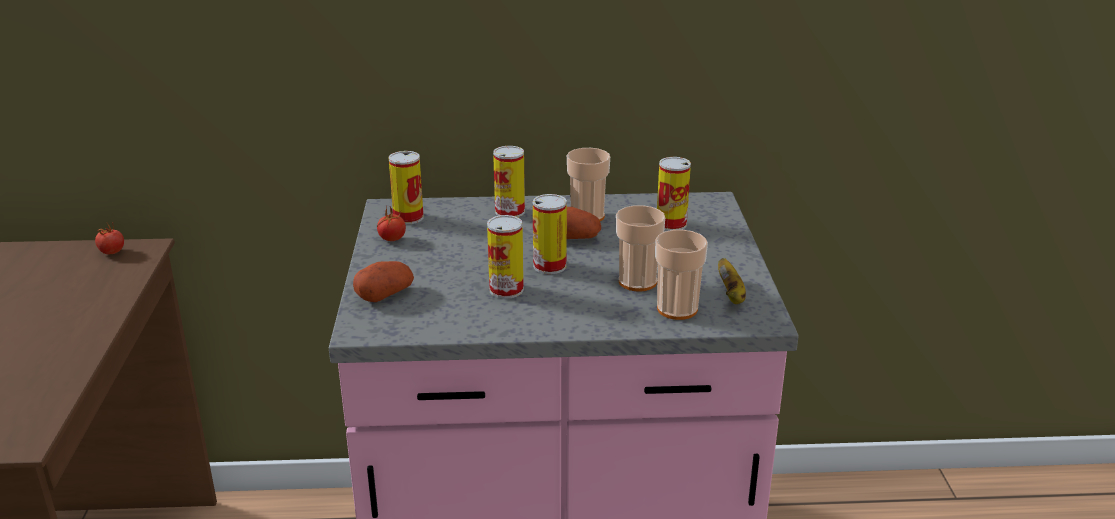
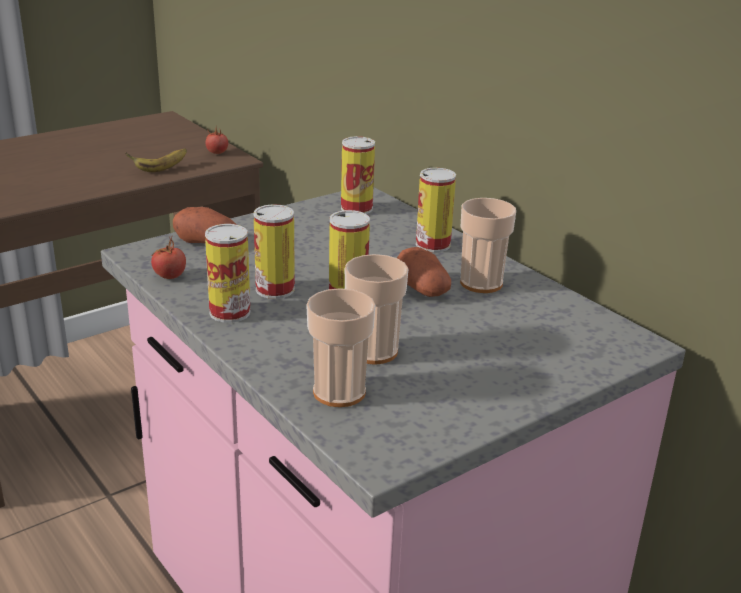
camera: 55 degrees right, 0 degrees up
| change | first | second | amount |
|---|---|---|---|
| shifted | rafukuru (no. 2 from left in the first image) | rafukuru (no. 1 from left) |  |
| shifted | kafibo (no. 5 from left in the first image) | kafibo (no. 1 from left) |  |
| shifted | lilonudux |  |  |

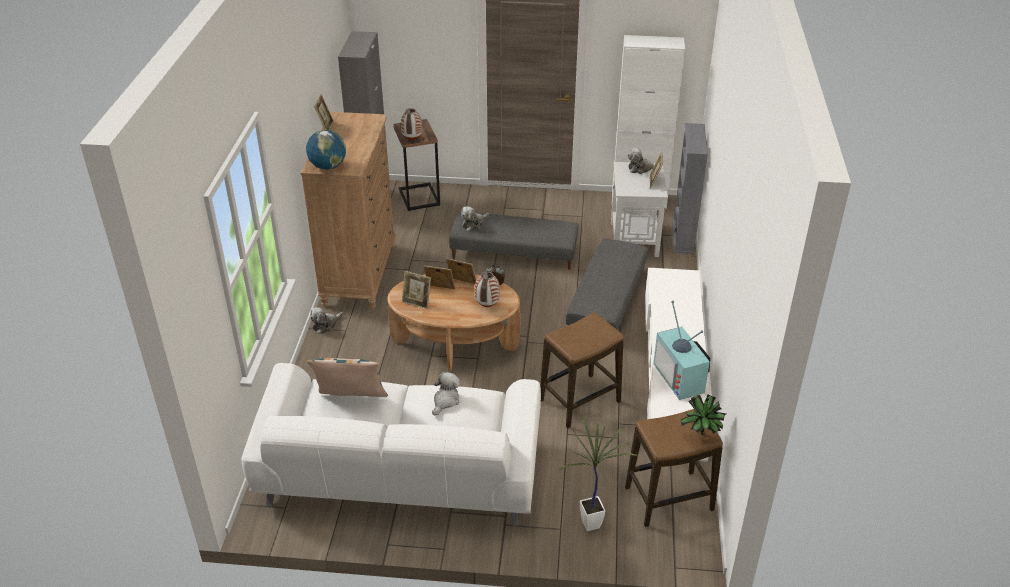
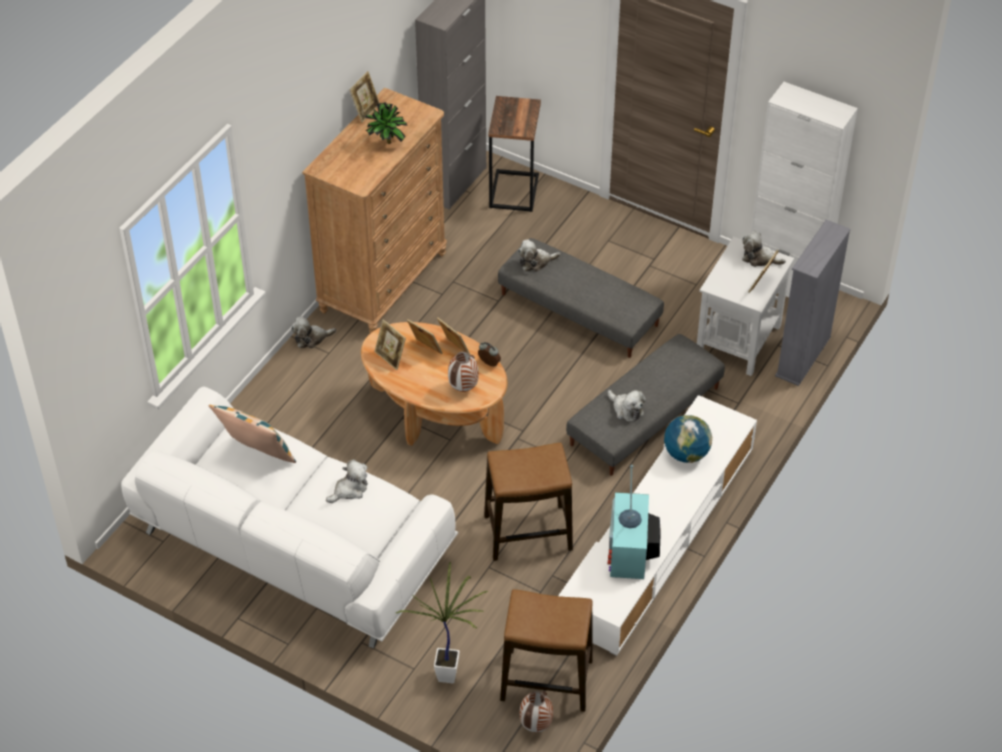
camera: 25 degrees right, 10 degrees up
| change | first | second | amount |
|---|---|---|---|
| shifted | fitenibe |  |  |
| shifted | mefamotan (no. 1 from left in the first image) | mefamotan (no. 2 from left) |  |
| shifted | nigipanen (no. 2 from left in the first image) | nigipanen (no. 1 from left) |  |
| new |  | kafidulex (no. 4 from left) |  |

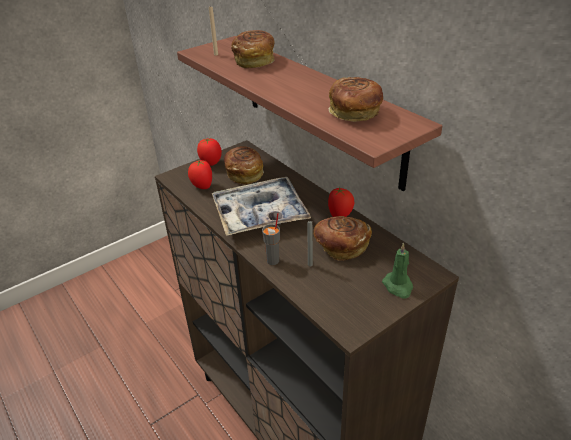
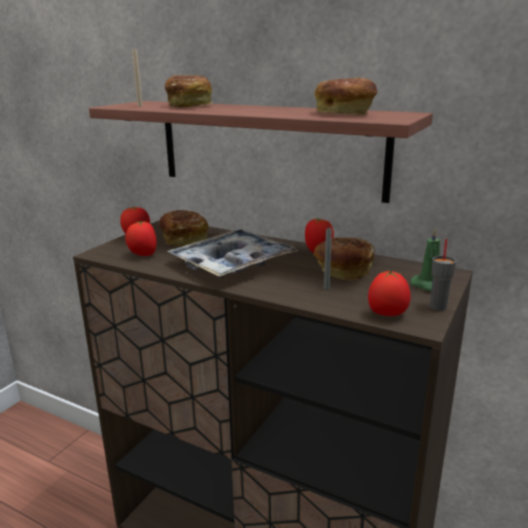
camera: 25 degrees left, 15 degrees down
| change | first | second | amount |
|---|---|---|---|
| shifted | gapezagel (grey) |  |  |
| new |  | rafukuru (no. 4 from left) |  |

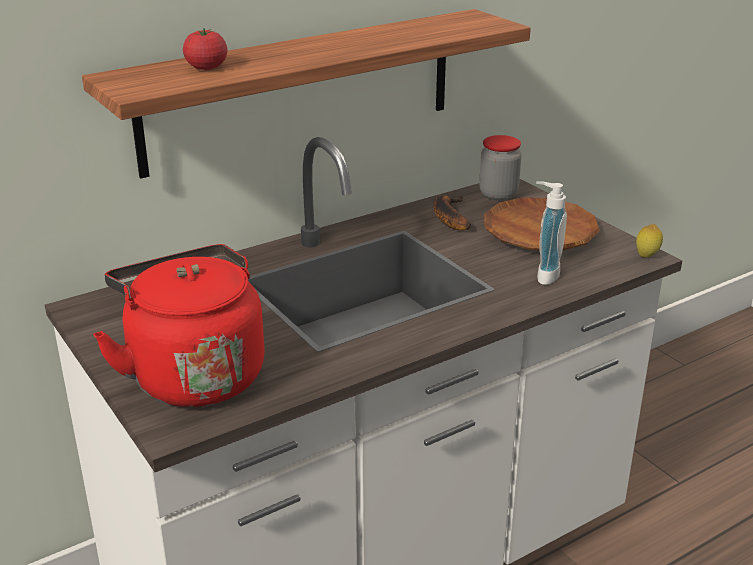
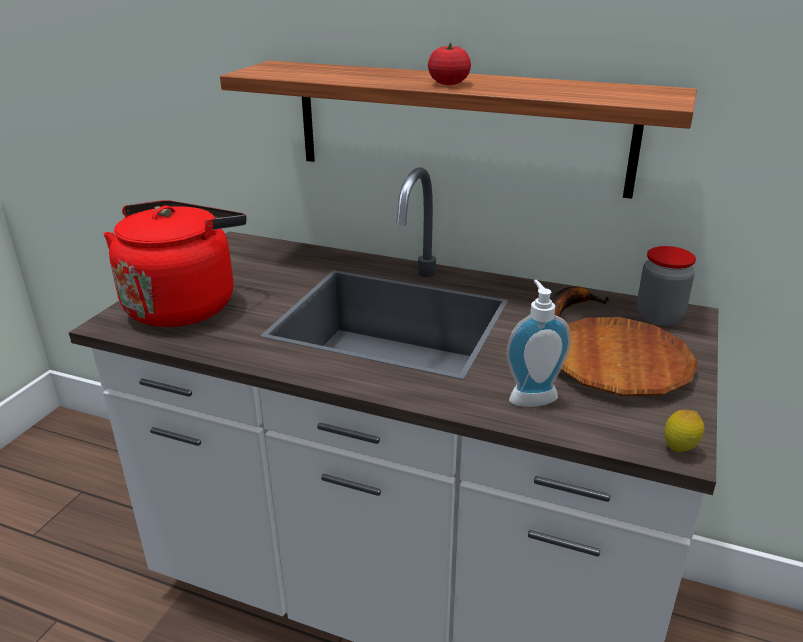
camera: 55 degrees right, 0 degrees up
| change | first | second | amount |
|---|---|---|---|
| shifted | rafukuru |  |  |

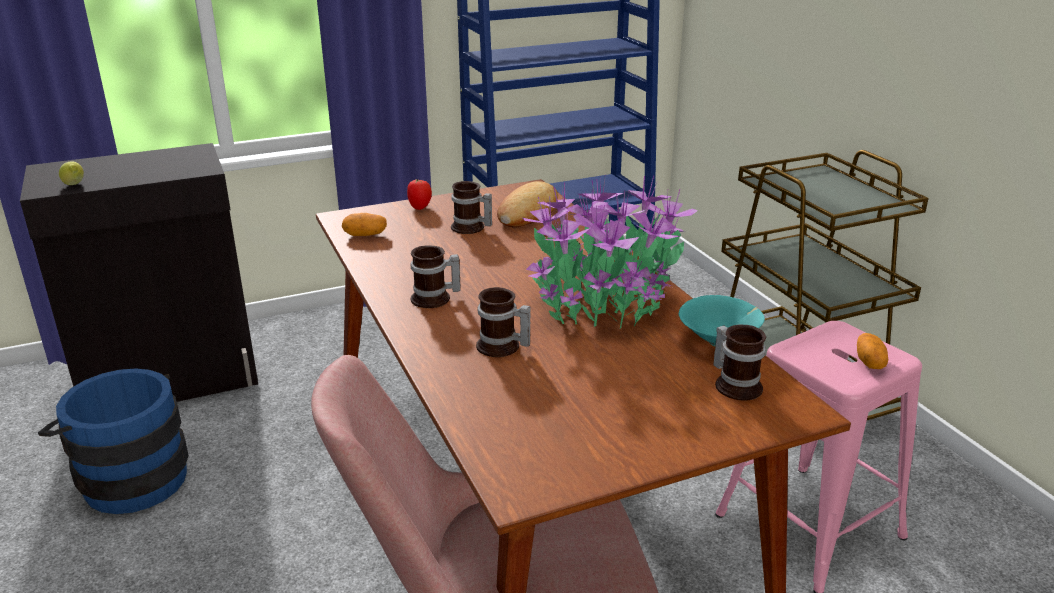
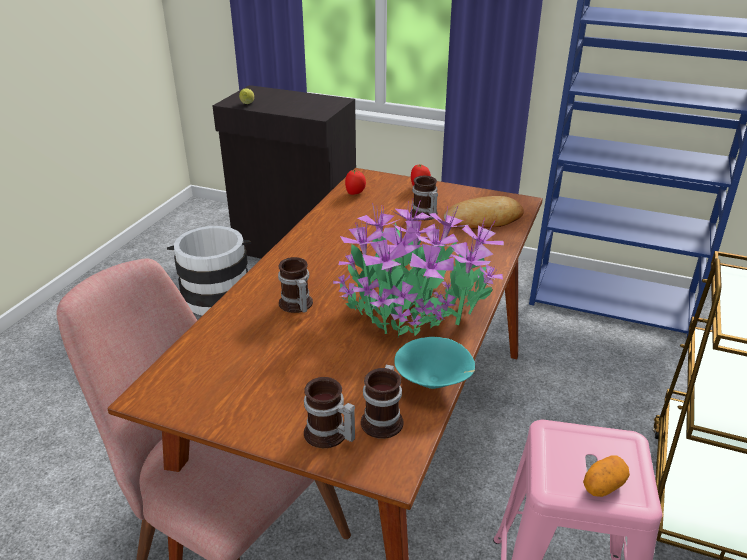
camera: 45 degrees right, 5 degrees up
| change | first | second | amount |
|---|---|---|---|
| repainted | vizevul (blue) | vizevul (white) |  |
| swapped | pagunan (no. 1 from left) | rafukuru (no. 1 from left) |  |
| shifted | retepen (no. 1 from left in the first image) | retepen (no. 2 from left) |  |

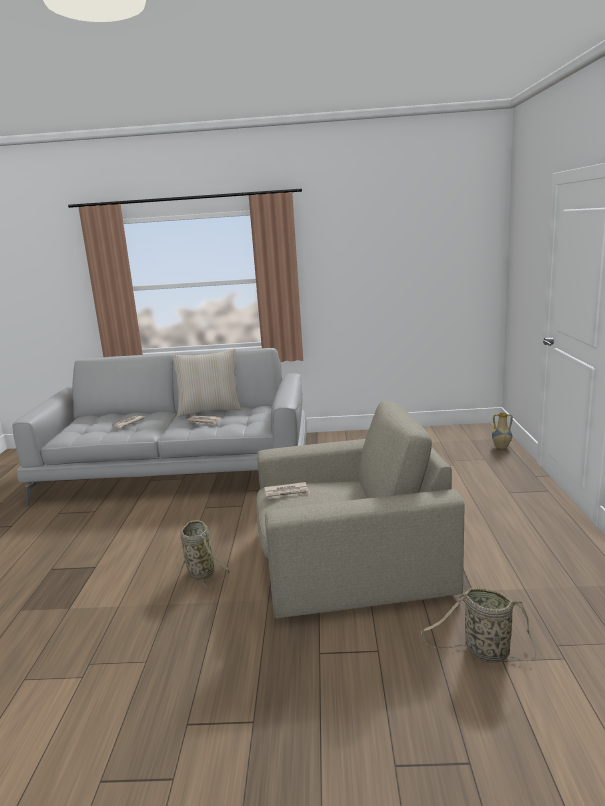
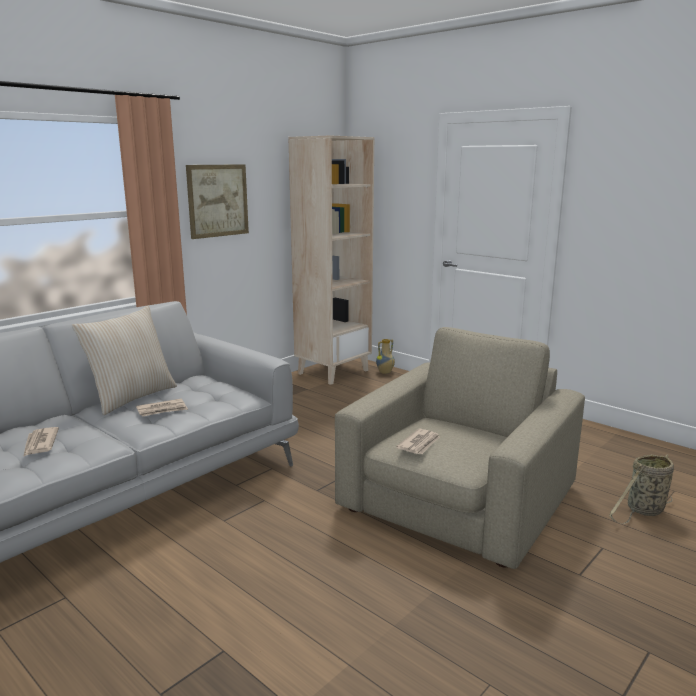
camera: 50 degrees left, 0 degrees up
| change | first | second | amount |
|---|---|---|---|
| gone | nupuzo (no. 1 from left) |  |  |
| new |  | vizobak |  |
| new |  | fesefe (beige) |  |

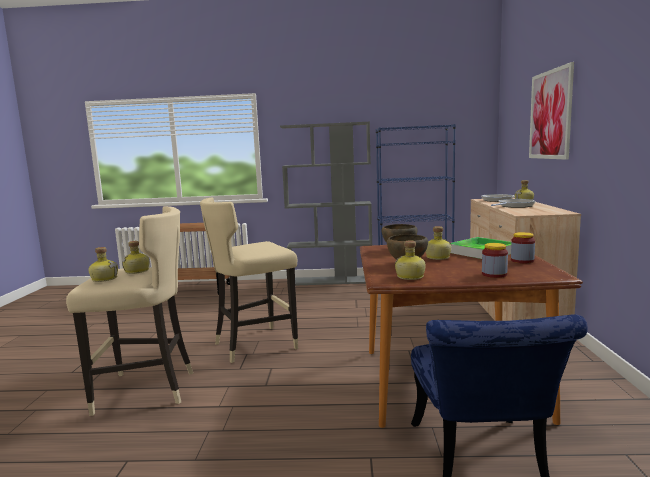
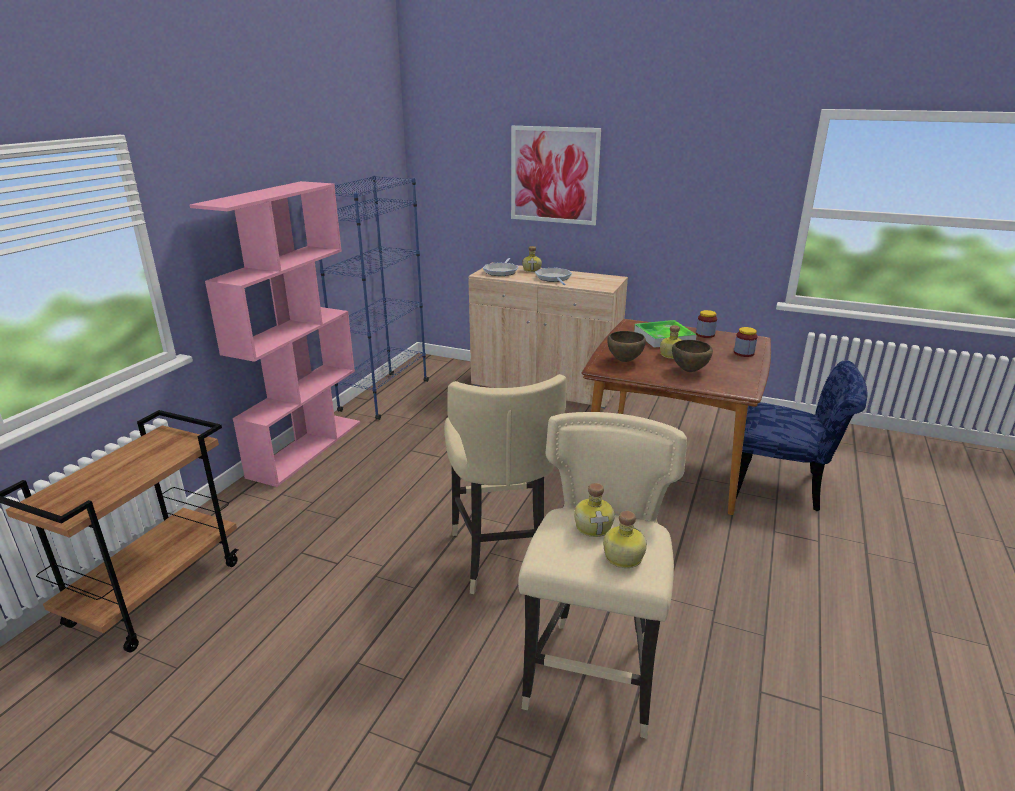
camera: 70 degrees left, 15 degrees up
| change | first | second | amount |
|---|---|---|---|
| repainted | fesefe (grey) | fesefe (pink) |  |
| gone | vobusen (no. 3 from left) |  |  |

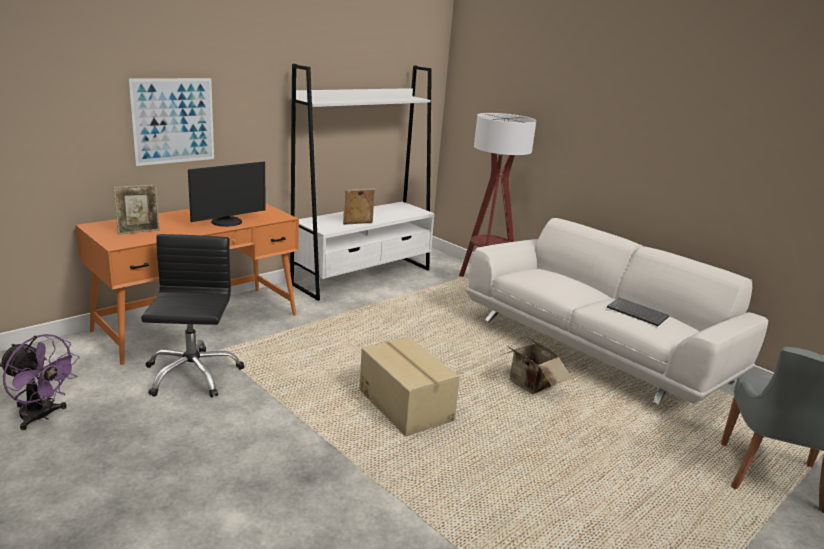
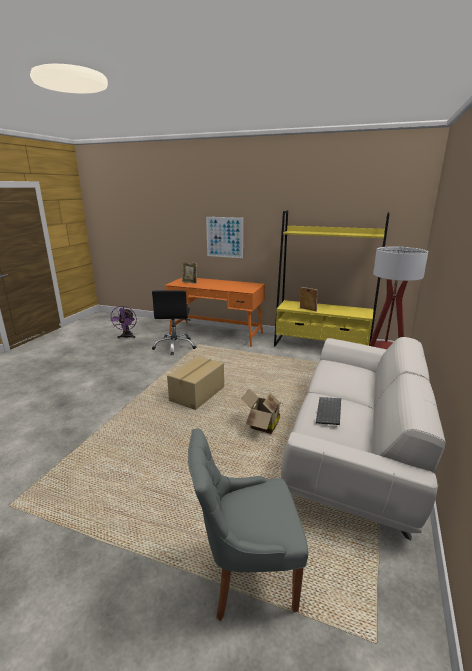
camera: 65 degrees right, 0 degrees up
| change | first | second | amount |
|---|---|---|---|
| rotated | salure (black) |  | 120 degrees clockwise |
| gone | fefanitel |  |  |
| repainted | fesefe (white) | fesefe (yellow) |  |

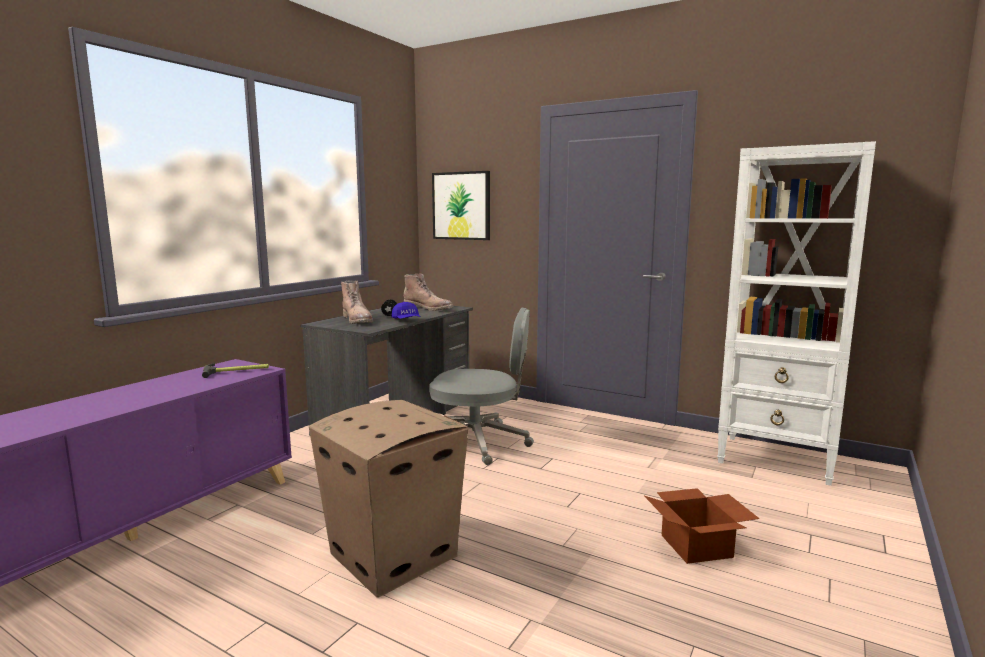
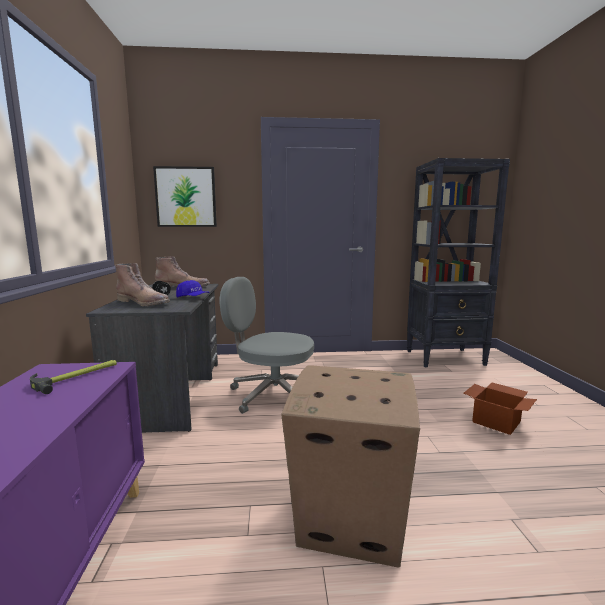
camera: 35 degrees left, 0 degrees up
| change | first | second | amount |
|---|---|---|---|
| rotated | salure (grey) |  | 135 degrees counterclockwise |
| repainted | fesefe (white) | fesefe (black) |  |

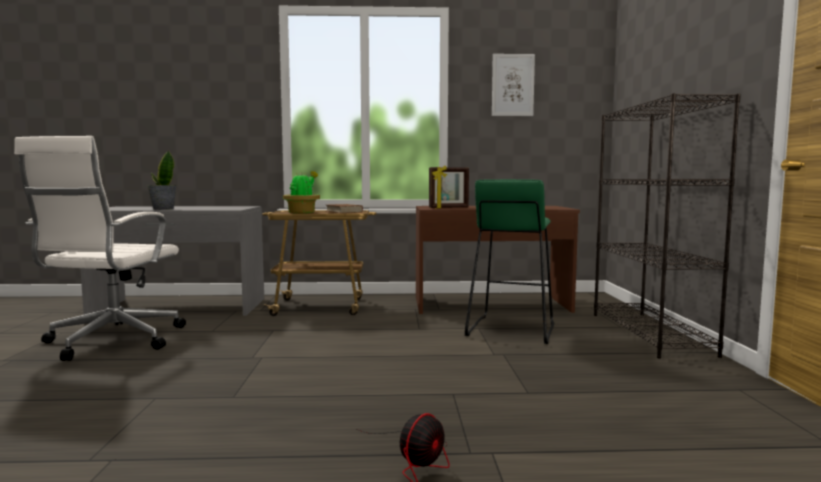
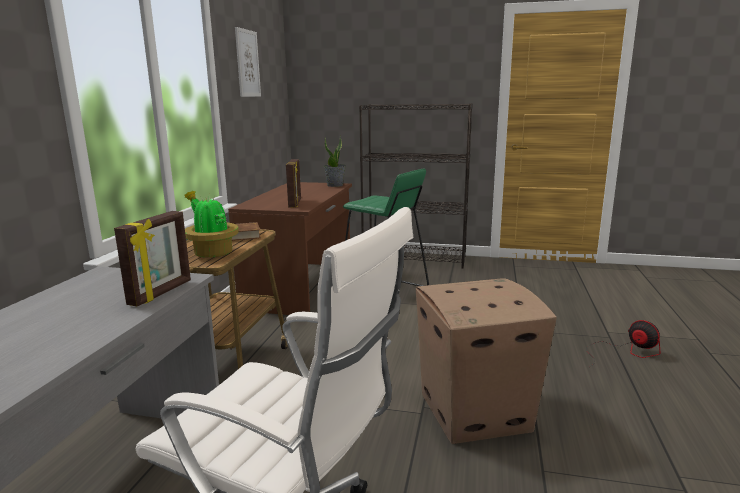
camera: 75 degrees left, 10 degrees up
| change | first | second | amount |
|---|---|---|---|
| shifted | nigipanen (no. 1 from left in the first image) | nigipanen (no. 2 from left) |  |
| new |  | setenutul (no. 1 from left) |  |
| new |  | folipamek |  |

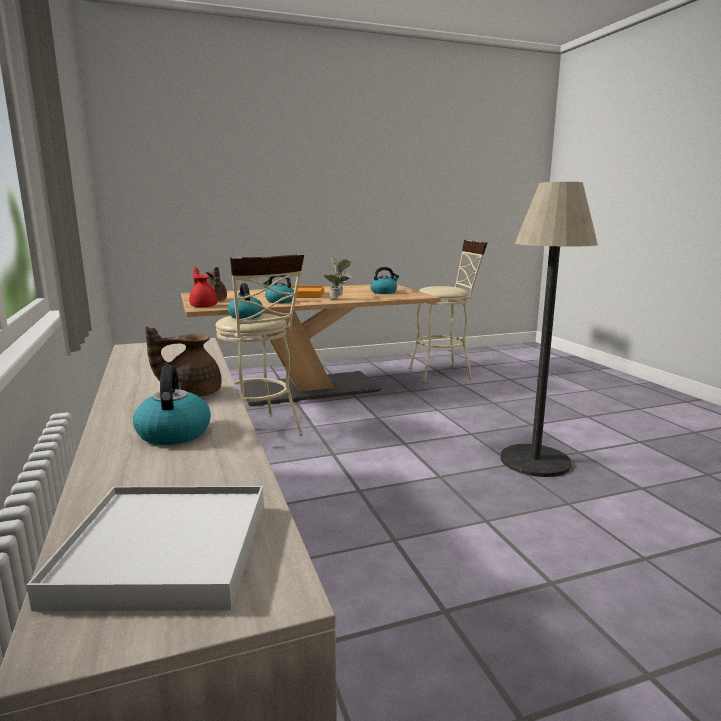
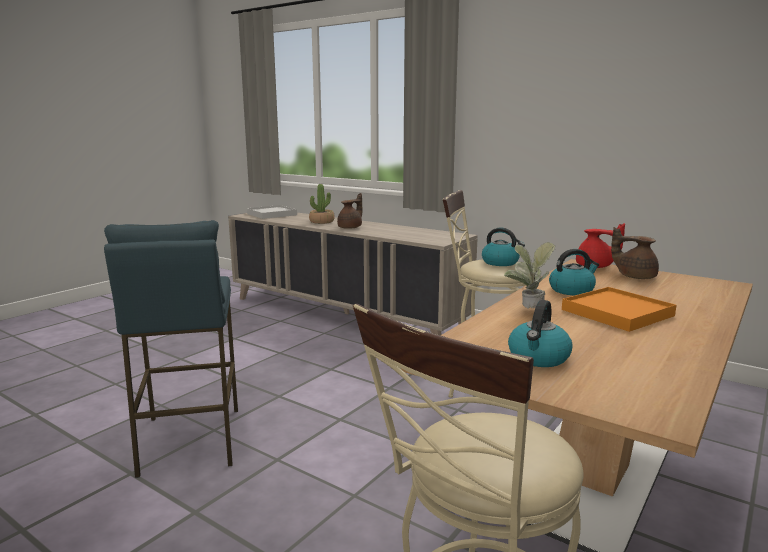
camera: 145 degrees right, 0 degrees up
| change | first | second | amount |
|---|---|---|---|
| swapped | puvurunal (no. 1 from left) | nigipanen (no. 1 from left) |  |
| swapped | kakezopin | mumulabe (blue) |  |

